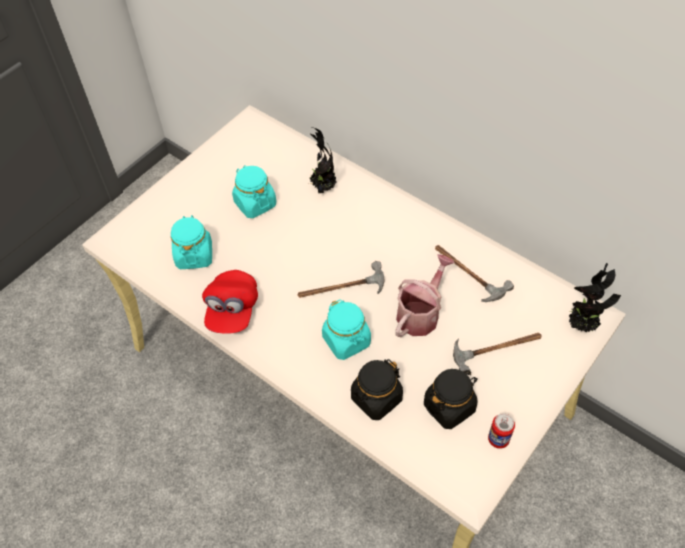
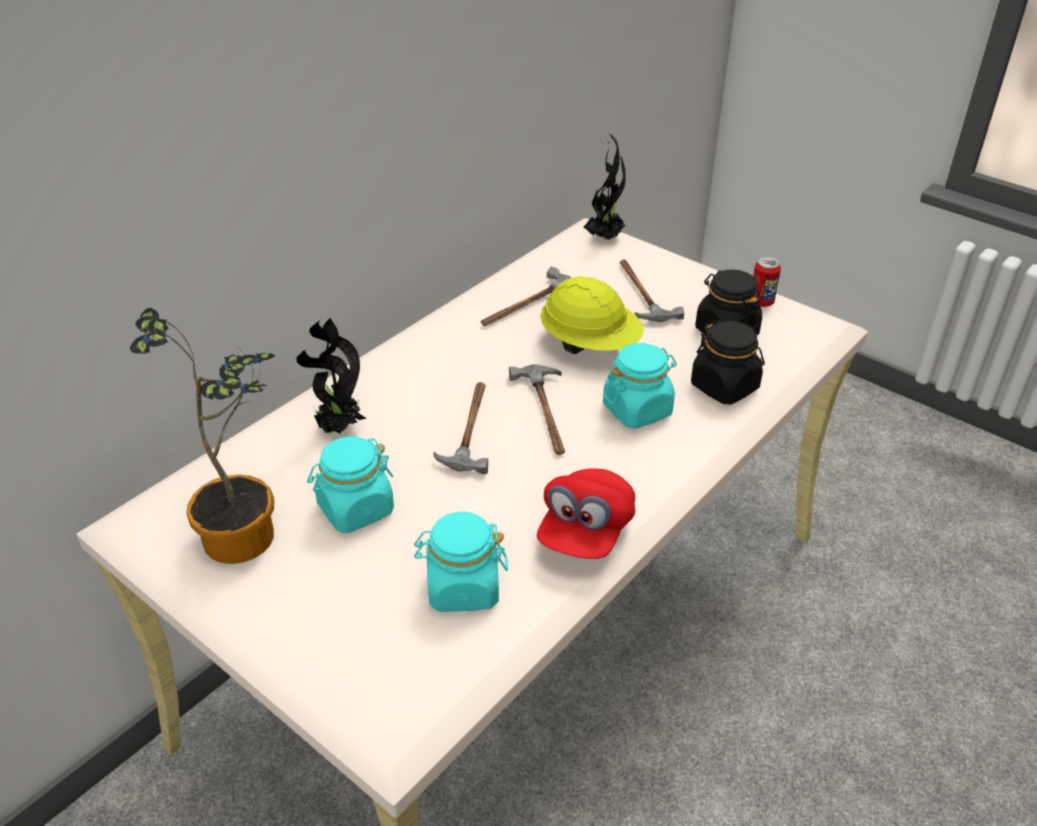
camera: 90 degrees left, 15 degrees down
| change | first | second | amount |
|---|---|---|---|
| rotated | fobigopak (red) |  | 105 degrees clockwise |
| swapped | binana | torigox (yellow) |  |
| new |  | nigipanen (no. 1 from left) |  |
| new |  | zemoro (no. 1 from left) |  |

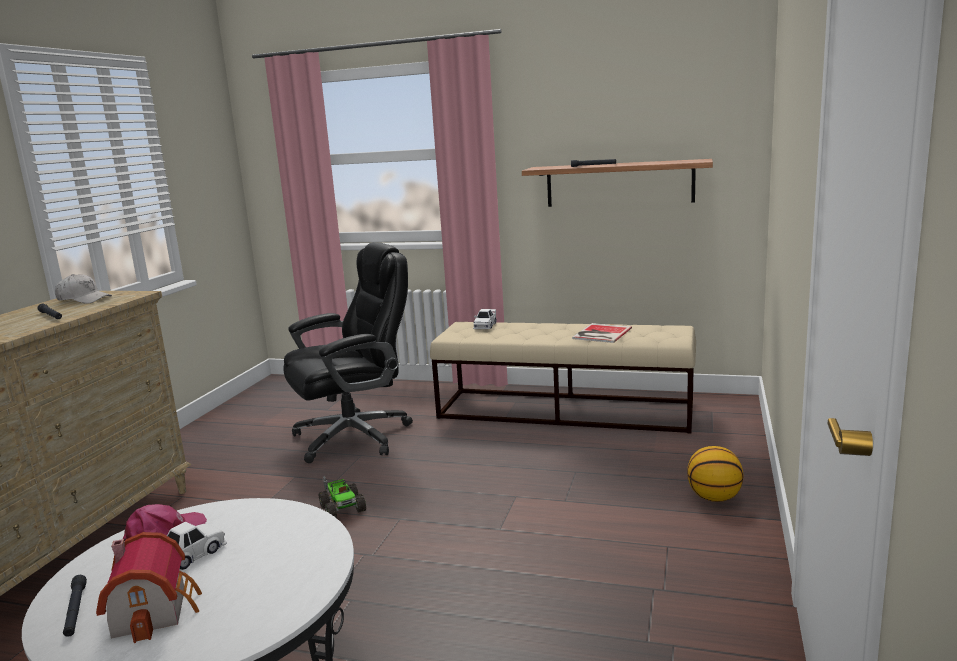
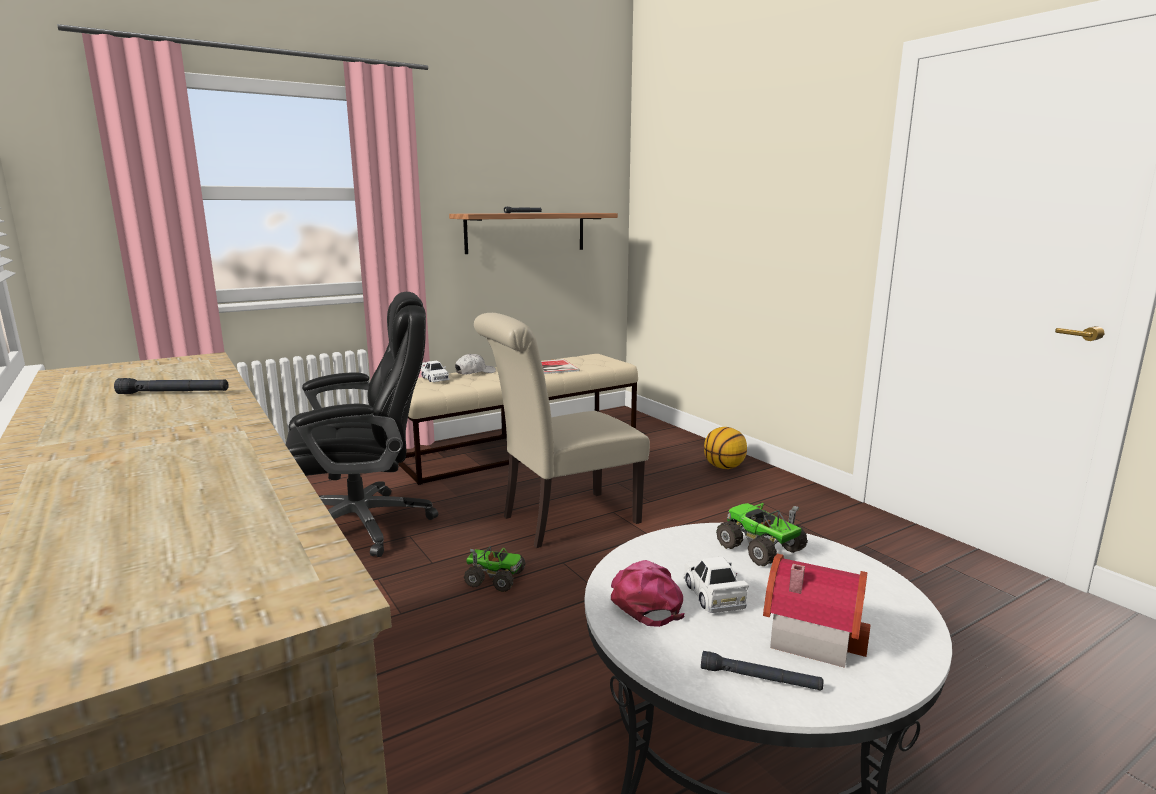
camera: 50 degrees left, 0 degrees up
| change | first | second | amount |
|---|---|---|---|
| shifted | fobigopak (white) |  |  |
| rotated | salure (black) |  | 60 degrees clockwise |
| new |  | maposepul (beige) |  |
| new |  | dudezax (no. 2 from left) |  |

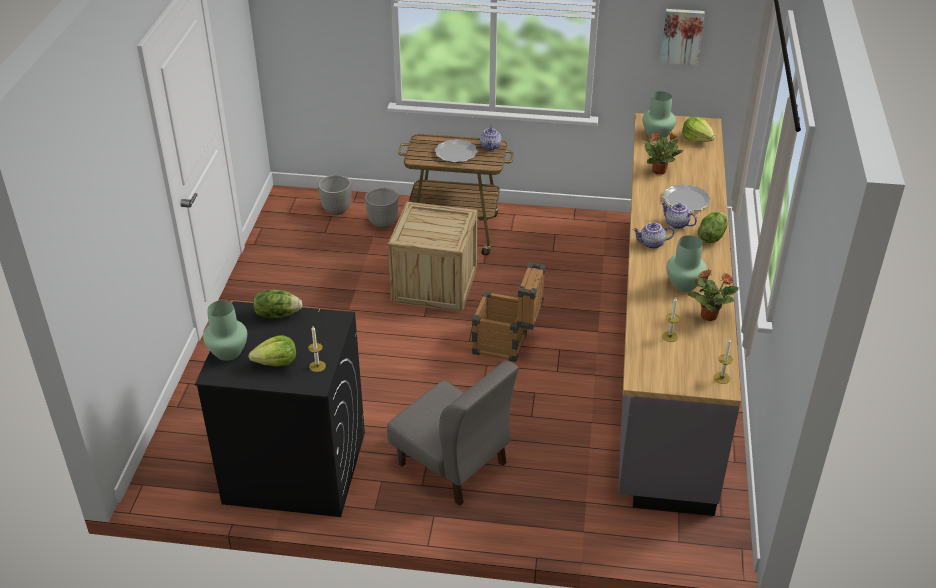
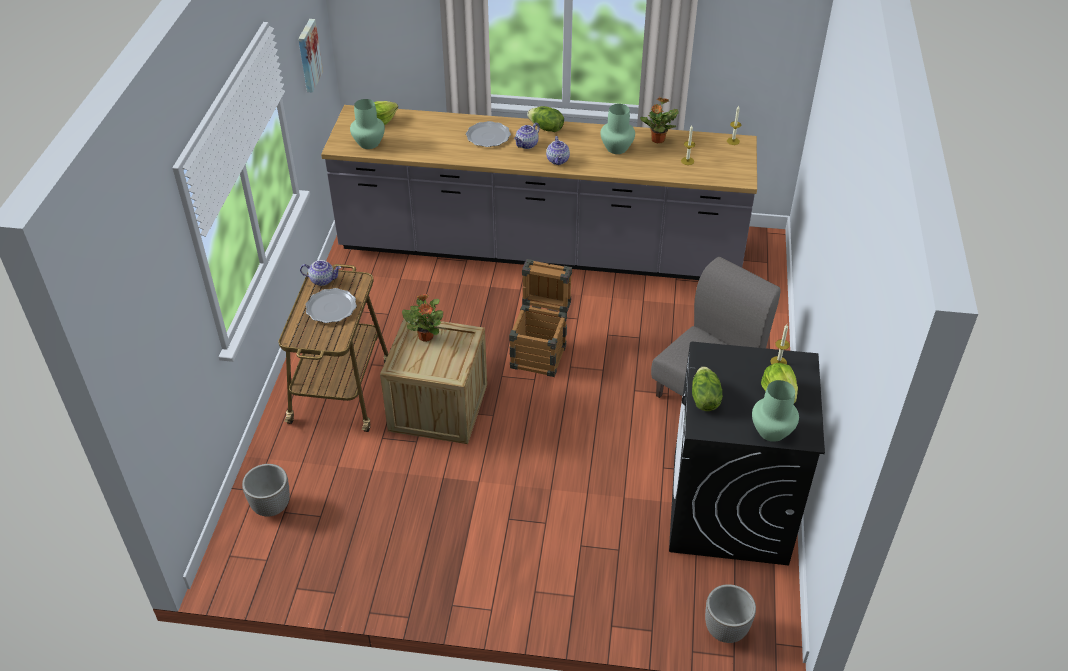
camera: 90 degrees left, 5 degrees up
| change | first | second | amount |
|---|---|---|---|
| shifted | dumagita (no. 2 from left) |  |  |
| shifted | nigipanen (no. 1 from left) |  |  |

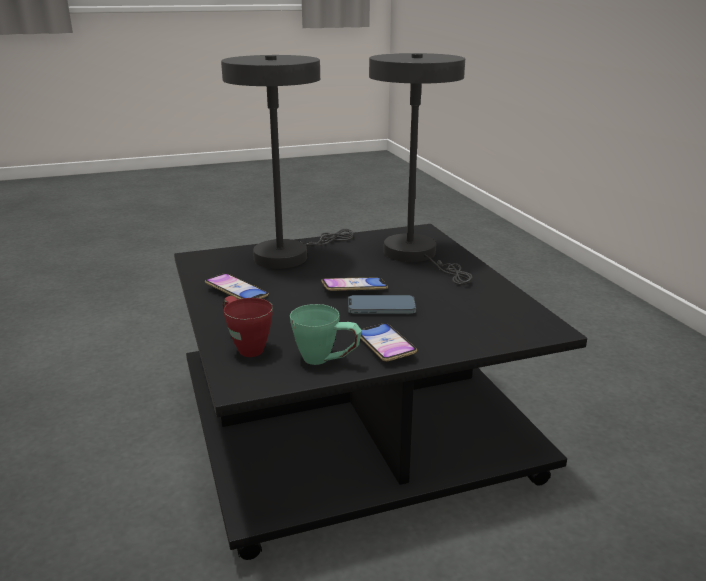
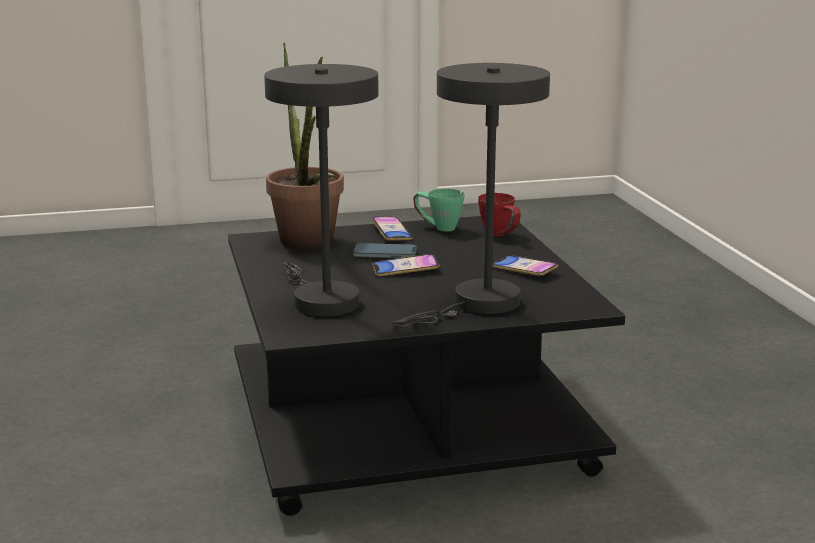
camera: 175 degrees left, 5 degrees down
| change | first | second | amount |
|---|---|---|---|
| new |  | nigipanen |  |

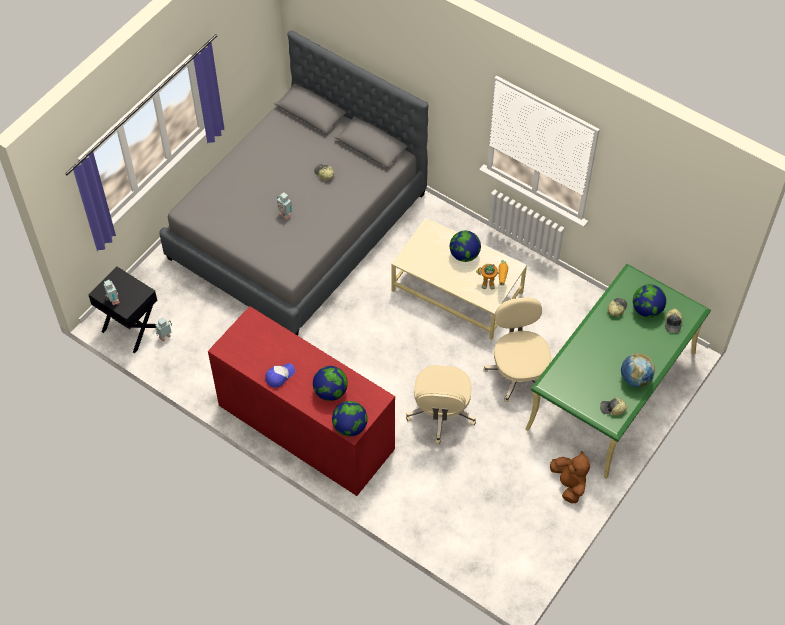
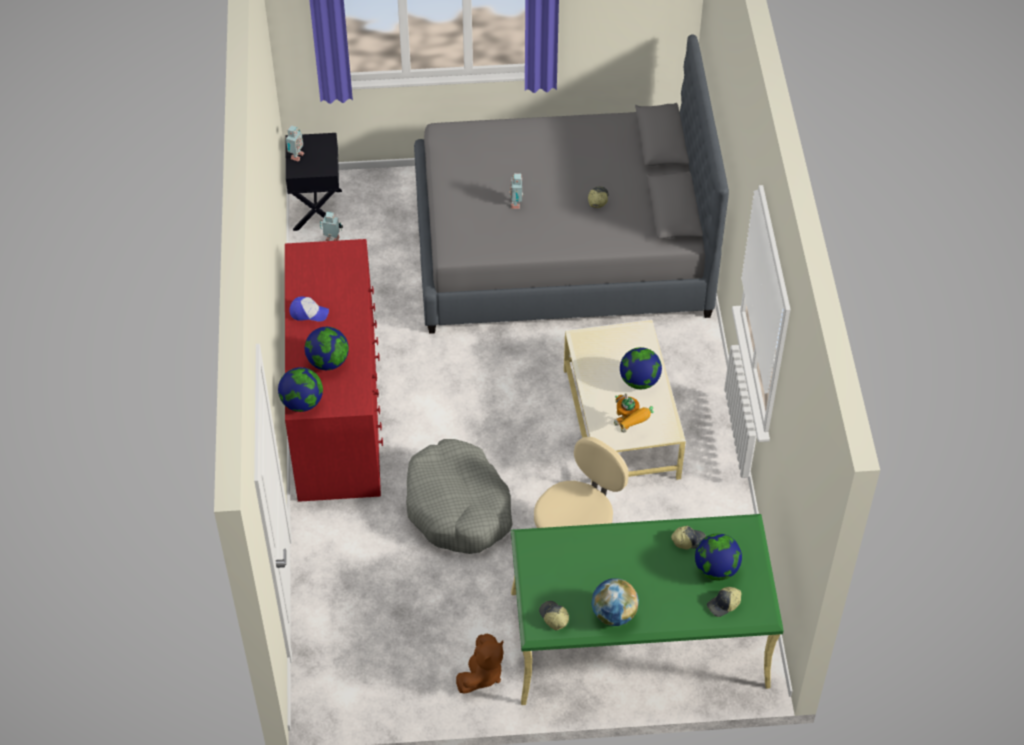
camera: 50 degrees right, 5 degrees down
| change | first | second | amount |
|---|---|---|---|
| swapped | salure (beige) (no. 1 from left) | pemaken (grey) |  |

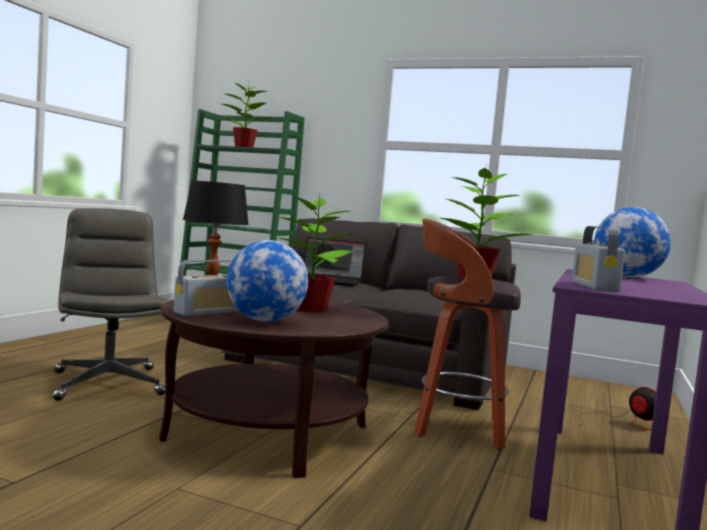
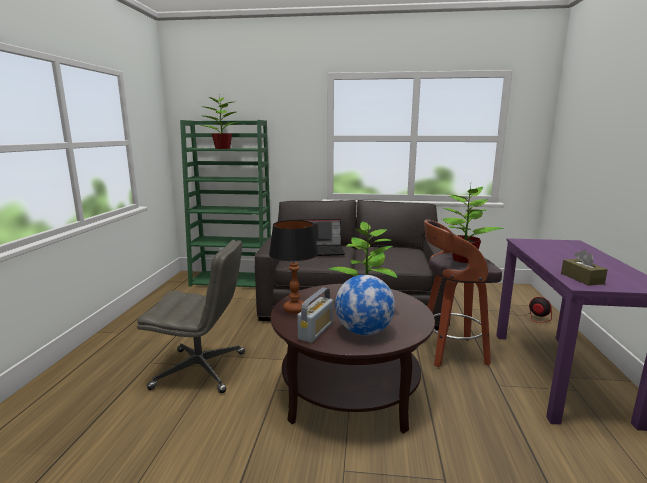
camera: 15 degrees left, 10 degrees up
| change | first | second | amount |
|---|---|---|---|
| rotated | salure (grey) |  | 135 degrees clockwise |
| swapped | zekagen (no. 2 from left) | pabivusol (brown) |  |
| gone | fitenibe (no. 2 from left) |  |  |

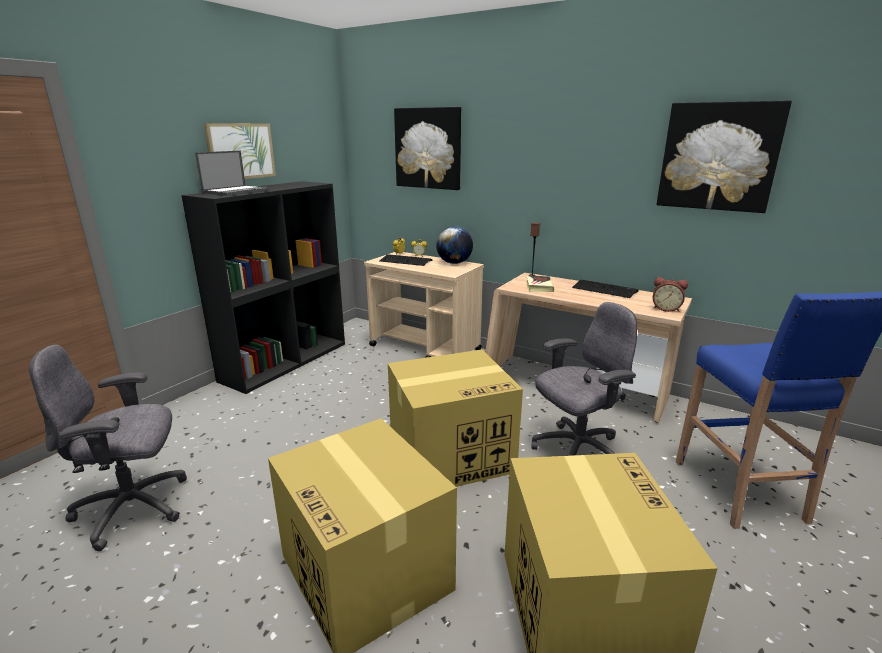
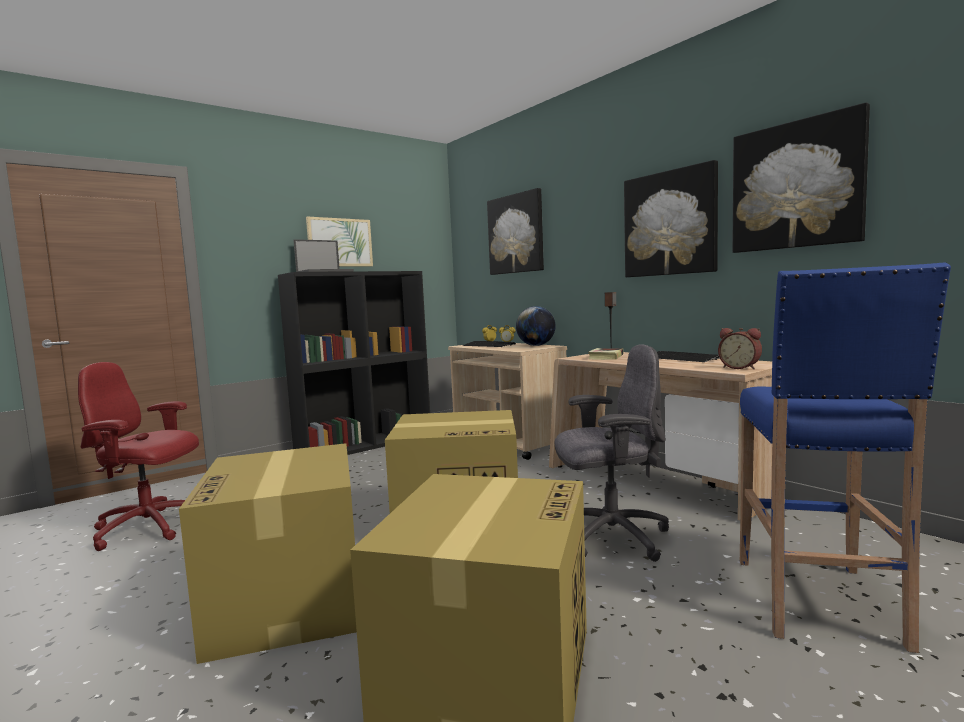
camera: 20 degrees right, 15 degrees down
| change | first | second | amount |
|---|---|---|---|
| repainted | salure (grey) (no. 1 from left) | salure (red) |  |
| new |  | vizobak (no. 3 from left) |  |

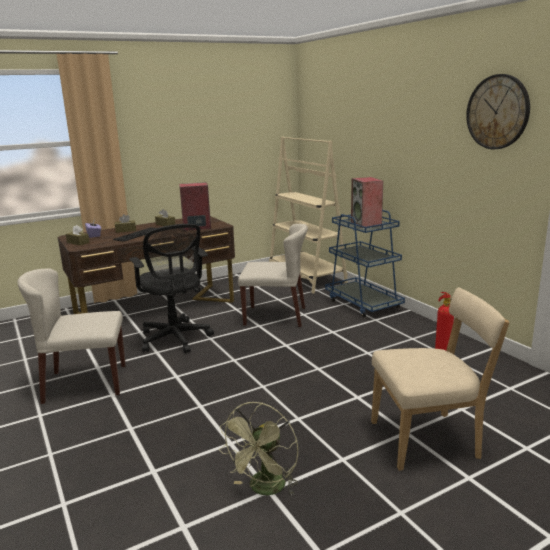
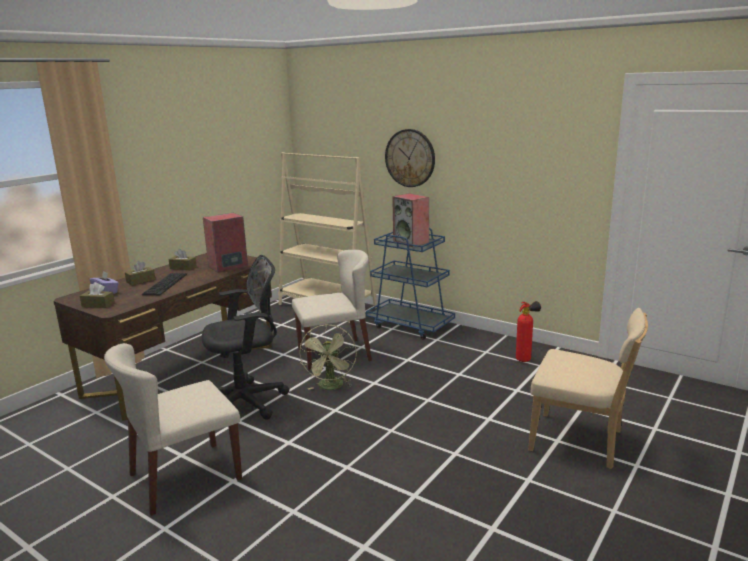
camera: 25 degrees left, 0 degrees up
| change | first | second | amount |
|---|---|---|---|
| rotated | salure (black) |  | 60 degrees counterclockwise |
| shifted | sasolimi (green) |  |  |
| rotated | maposepul (beige) (no. 3 from left) |  | 60 degrees clockwise |
| shifted | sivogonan |  |  |

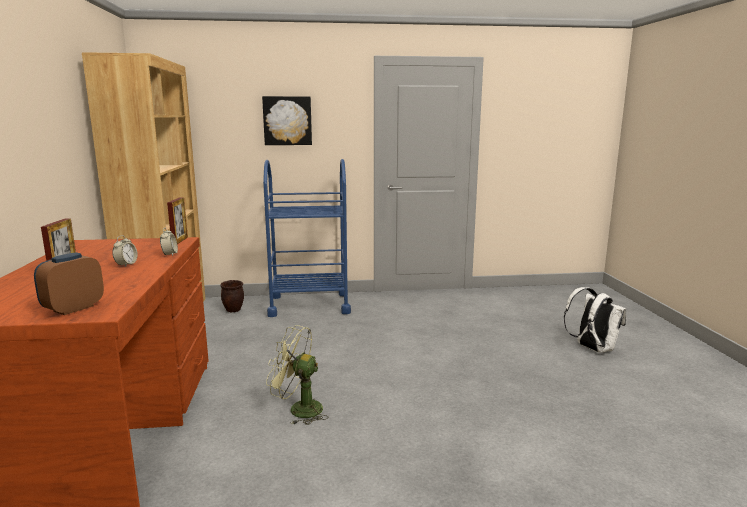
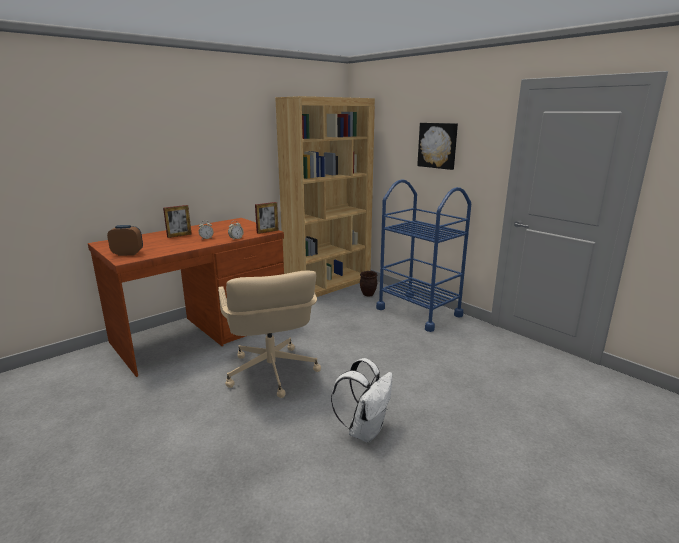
camera: 55 degrees right, 5 degrees up
| change | first | second | amount |
|---|---|---|---|
| swapped | sasolimi (green) | salure (beige) |  |
| shifted | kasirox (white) |  |  |

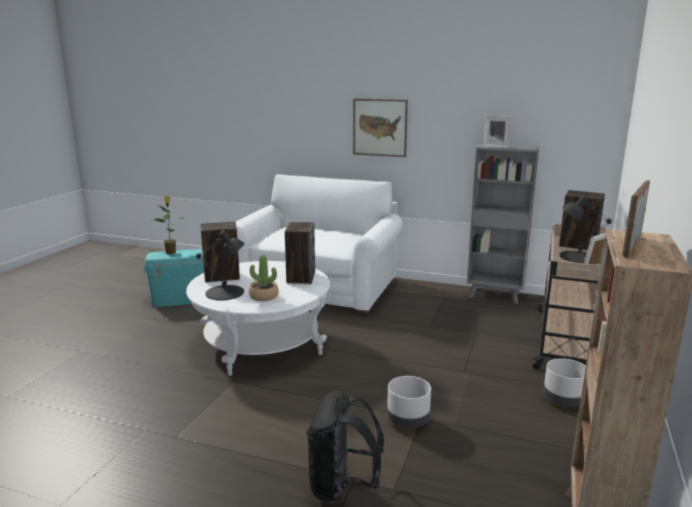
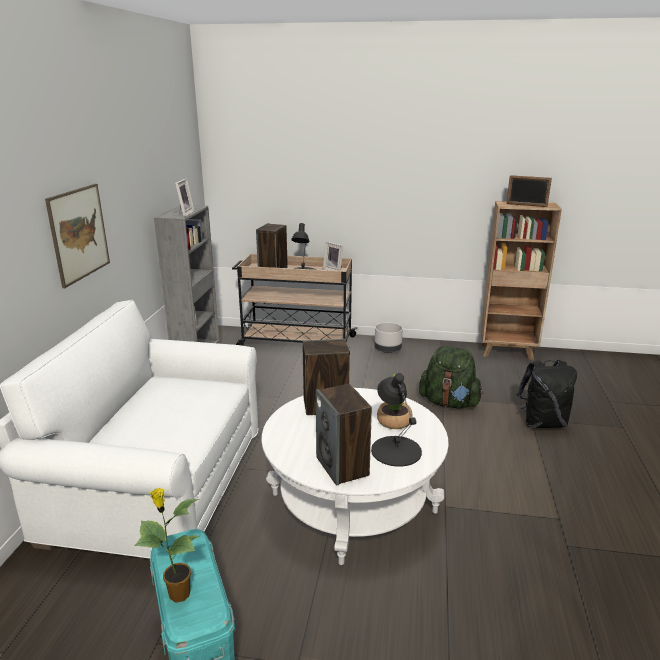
camera: 100 degrees left, 5 degrees up
| change | first | second | amount |
|---|---|---|---|
| swapped | dumagita (grey) (no. 1 from left) | kasirox (green) |  |

